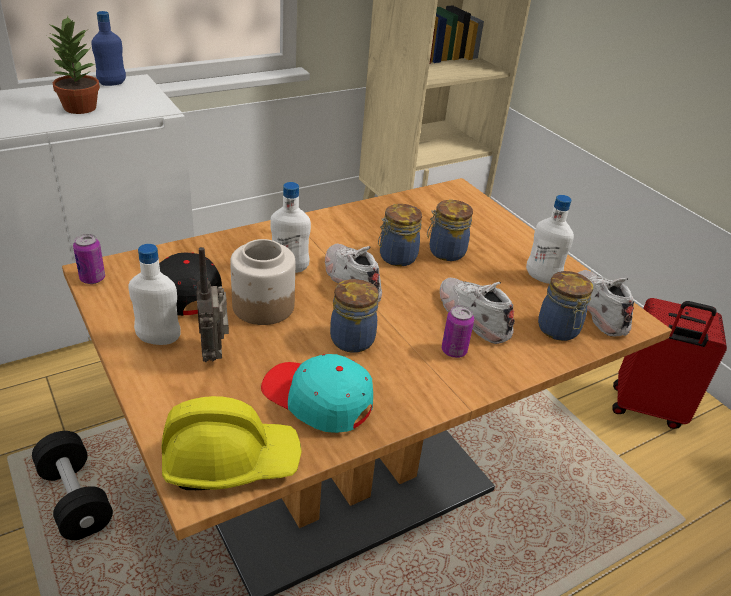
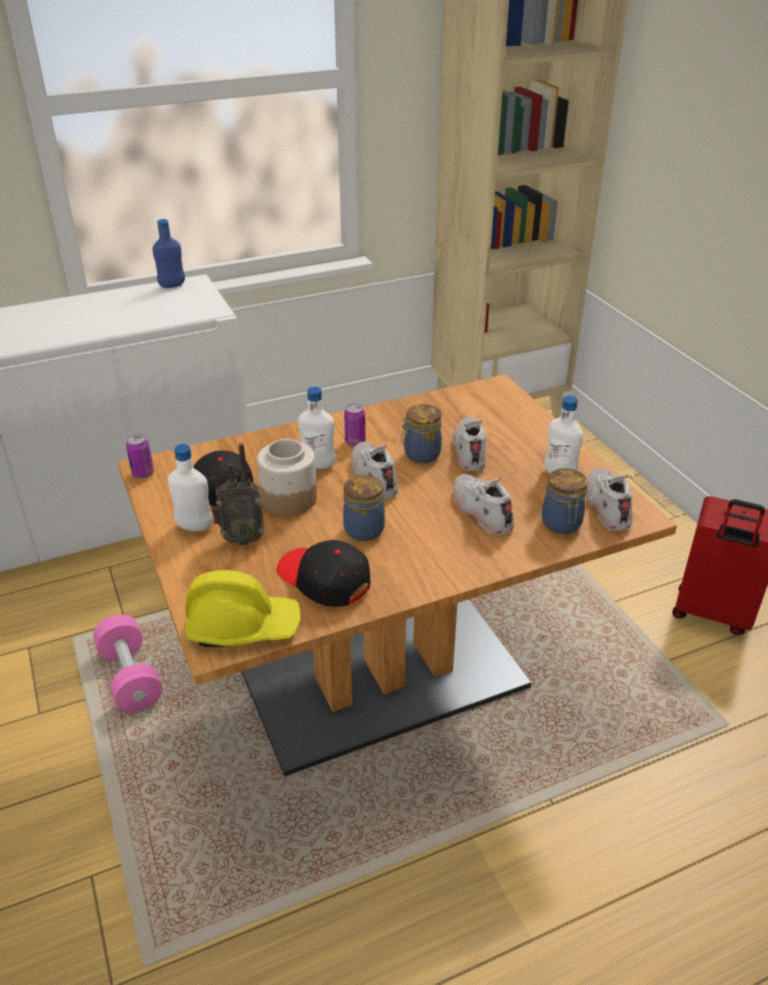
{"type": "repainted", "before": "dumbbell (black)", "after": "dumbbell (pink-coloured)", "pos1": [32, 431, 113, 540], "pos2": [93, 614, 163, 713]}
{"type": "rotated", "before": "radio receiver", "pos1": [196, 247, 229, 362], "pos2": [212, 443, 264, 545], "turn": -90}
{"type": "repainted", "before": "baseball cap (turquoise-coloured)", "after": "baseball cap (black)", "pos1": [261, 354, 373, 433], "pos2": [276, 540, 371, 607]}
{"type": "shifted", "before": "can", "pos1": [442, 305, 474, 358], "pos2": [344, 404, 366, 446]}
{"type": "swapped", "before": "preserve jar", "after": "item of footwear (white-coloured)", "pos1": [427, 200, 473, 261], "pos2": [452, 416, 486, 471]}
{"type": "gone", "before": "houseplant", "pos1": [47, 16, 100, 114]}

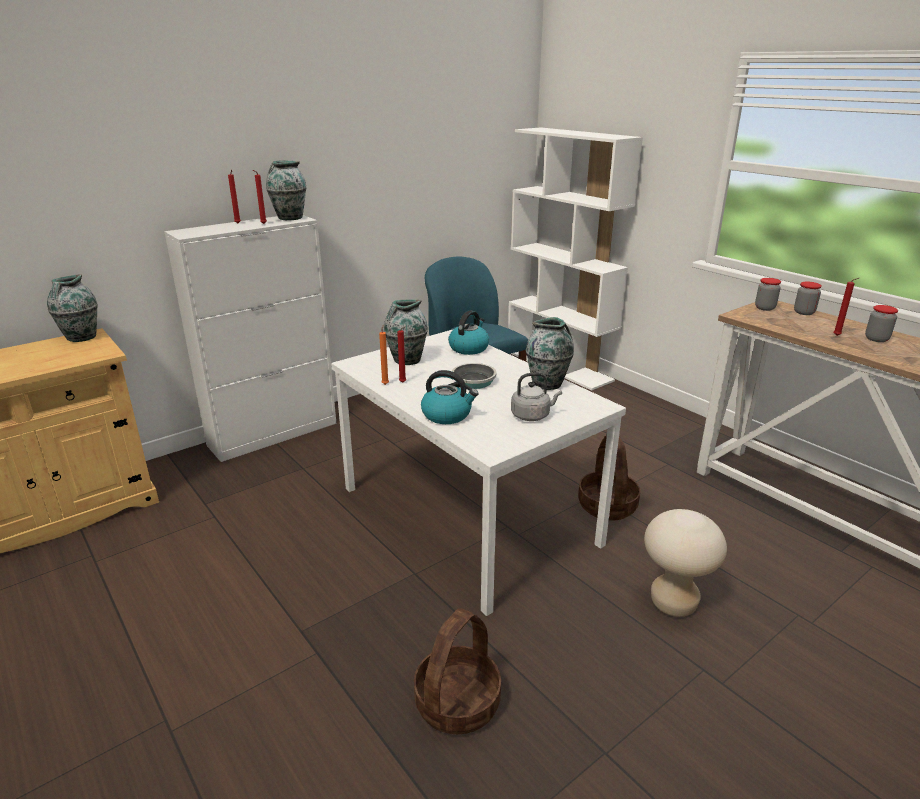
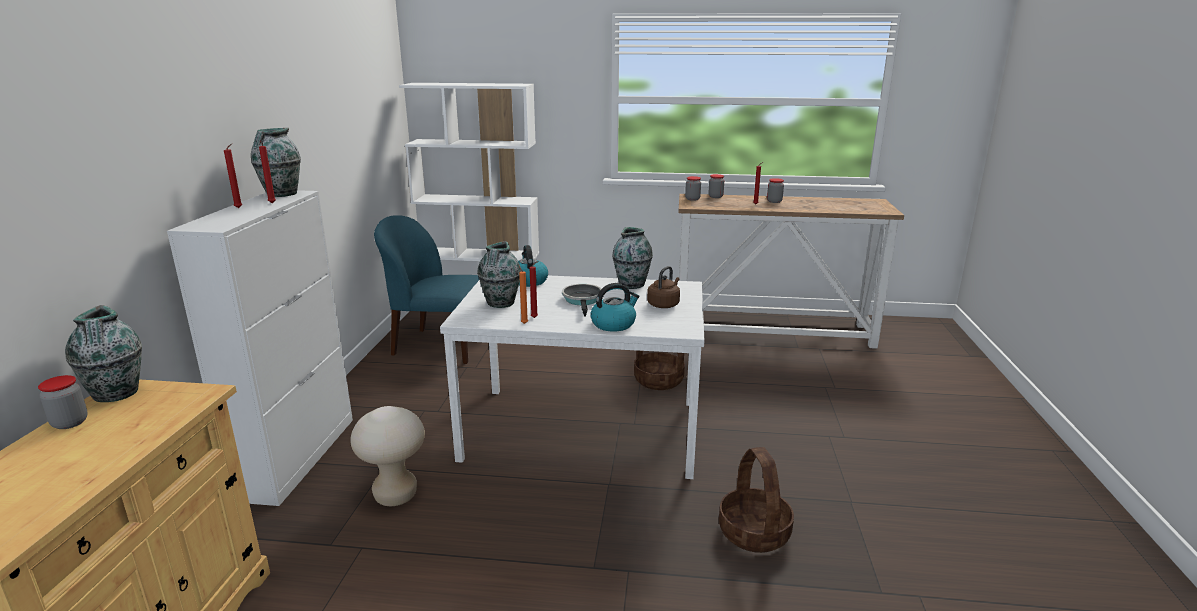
{"type": "new", "after": "preserve jar", "pos2": [38, 375, 88, 429]}
{"type": "shifted", "before": "sitting stool (beige-coloured)", "pos1": [644, 509, 727, 617], "pos2": [350, 406, 425, 506]}
{"type": "repainted", "before": "tea kettle (grey)", "after": "tea kettle (brown)", "pos1": [511, 373, 562, 421], "pos2": [647, 266, 680, 308]}

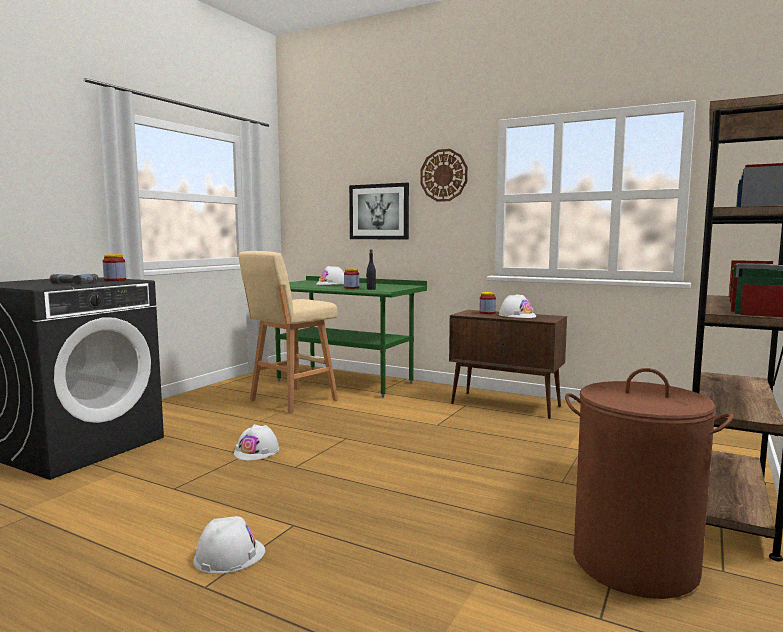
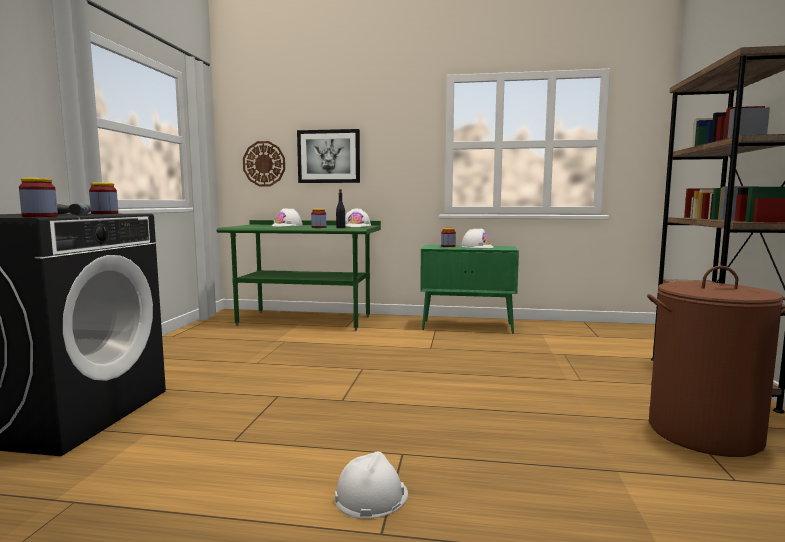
{"type": "new", "after": "preserve jar", "pos2": [19, 178, 58, 217]}
{"type": "shifted", "before": "wall clock", "pos1": [420, 149, 468, 202], "pos2": [243, 141, 285, 186]}
{"type": "shifted", "before": "hard hat (white-coloured)", "pos1": [234, 424, 279, 461], "pos2": [345, 208, 371, 227]}
{"type": "repainted", "before": "cabinet (brown)", "after": "cabinet (green)", "pos1": [449, 310, 567, 419], "pos2": [420, 245, 519, 334]}
{"type": "gone", "before": "sitting stool (beige-coloured)", "pos1": [239, 251, 338, 414]}

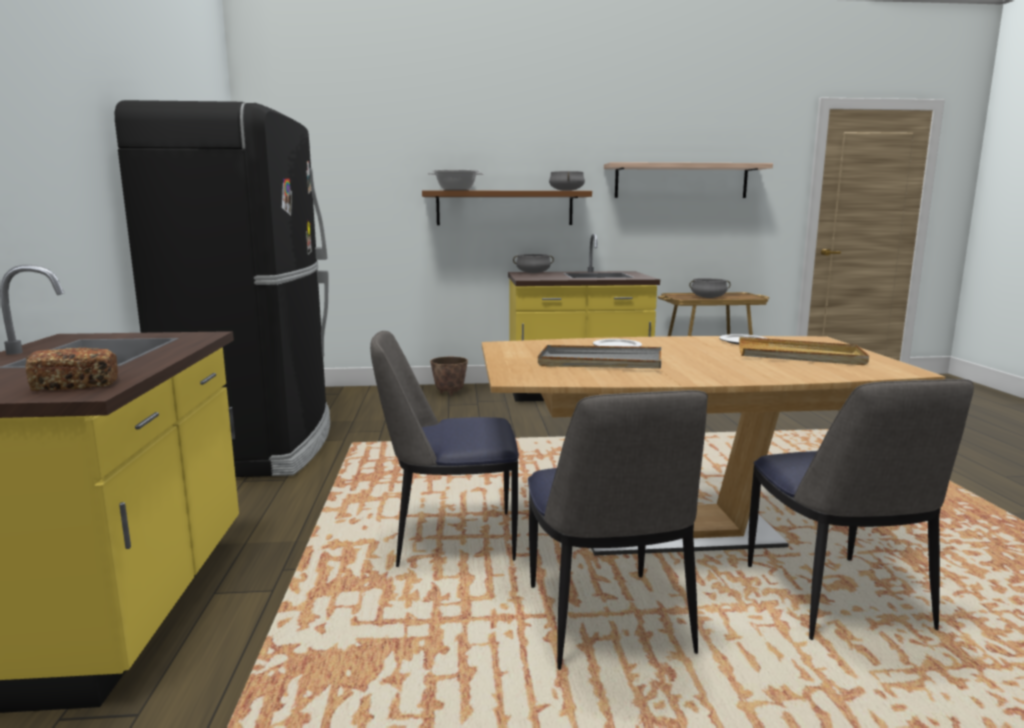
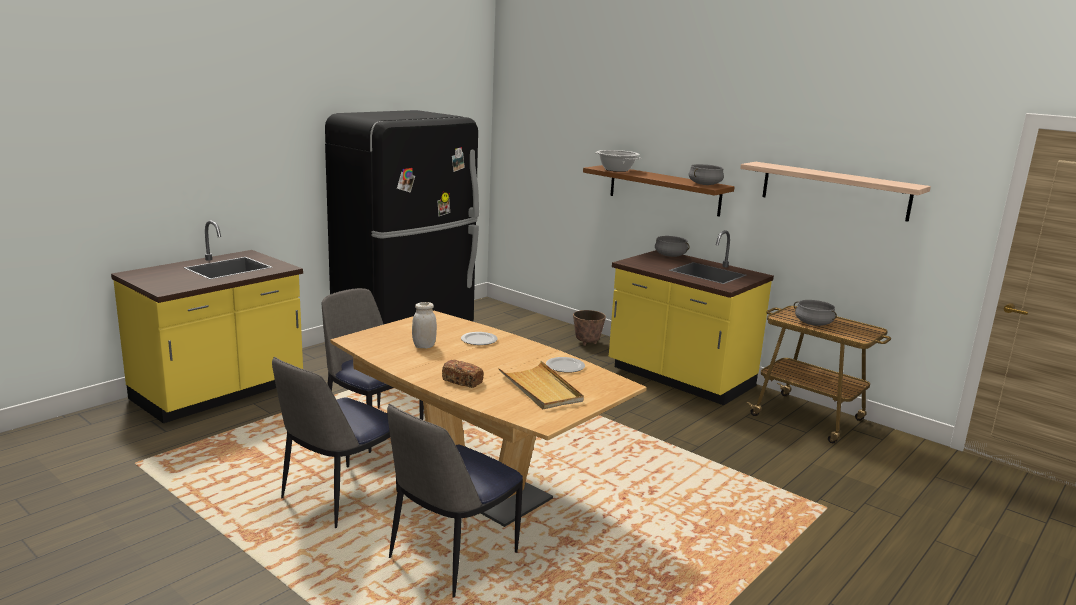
{"type": "swapped", "before": "serving tray (grey)", "after": "preserve jar (white-coloured)", "pos1": [538, 345, 661, 369], "pos2": [412, 302, 437, 348]}
{"type": "shifted", "before": "baked bread", "pos1": [26, 348, 118, 391], "pos2": [442, 360, 484, 388]}

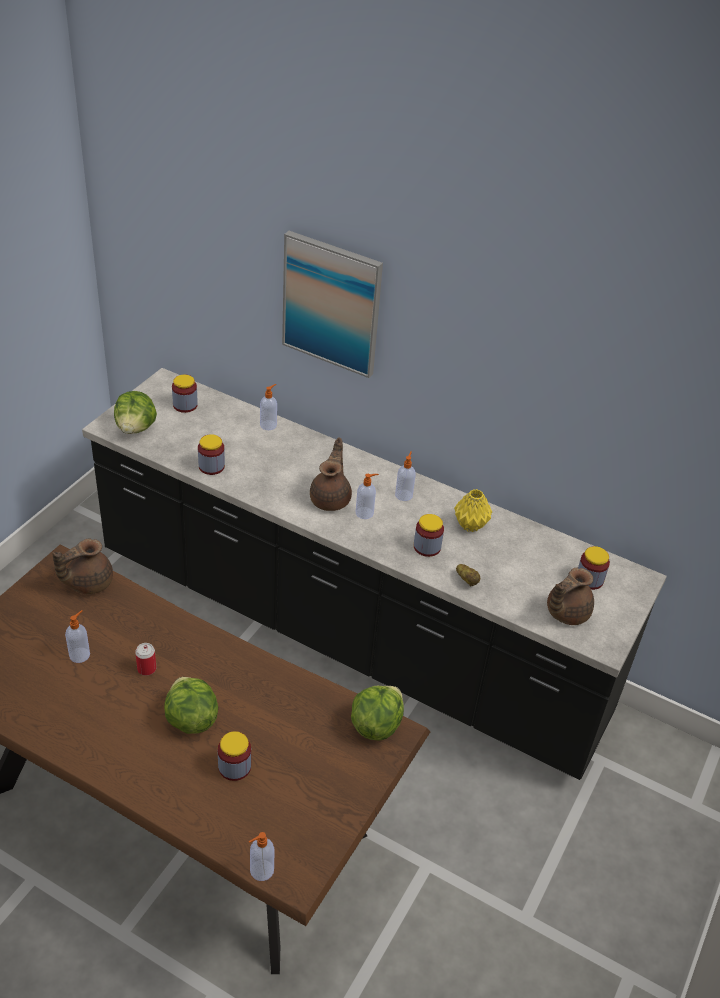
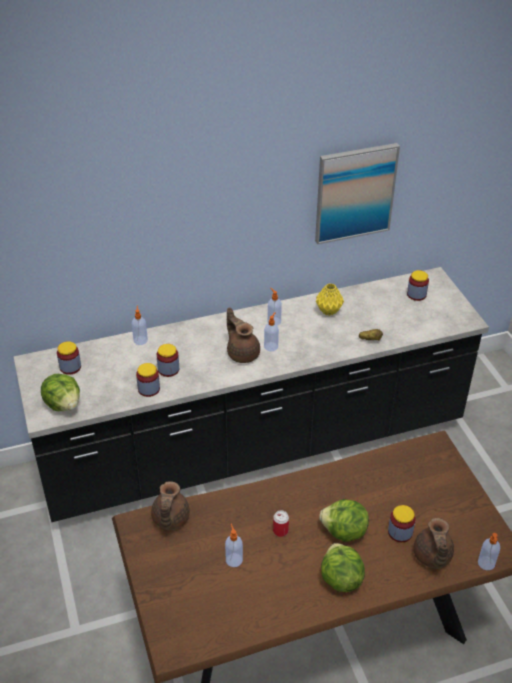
{"type": "shifted", "before": "preserve jar", "pos1": [414, 514, 444, 557], "pos2": [157, 344, 179, 377]}
{"type": "shifted", "before": "picture", "pos1": [282, 231, 383, 378], "pos2": [315, 143, 400, 244]}
{"type": "shifted", "before": "lettuce head", "pos1": [351, 686, 404, 741], "pos2": [321, 543, 365, 592]}
{"type": "shifted", "before": "teapot (brown)", "pos1": [547, 568, 594, 625], "pos2": [414, 518, 454, 569]}

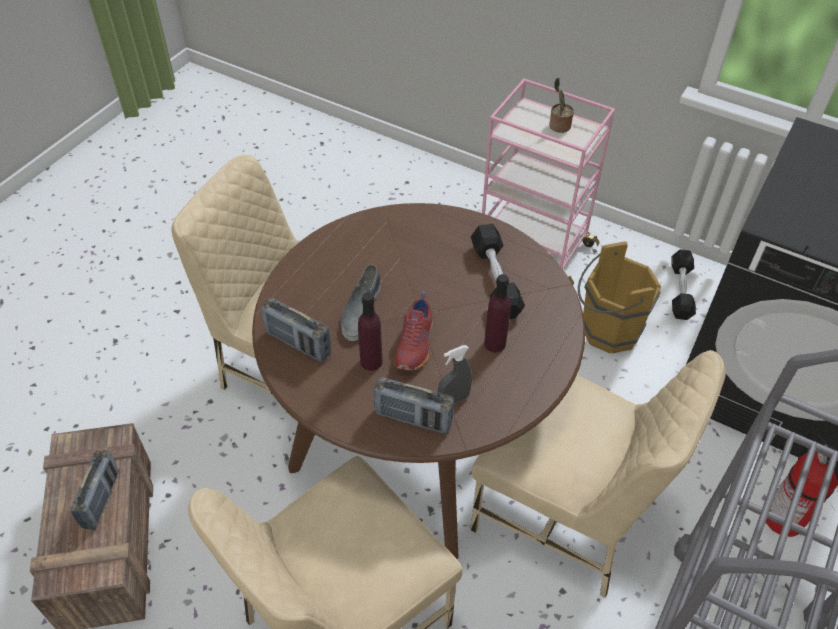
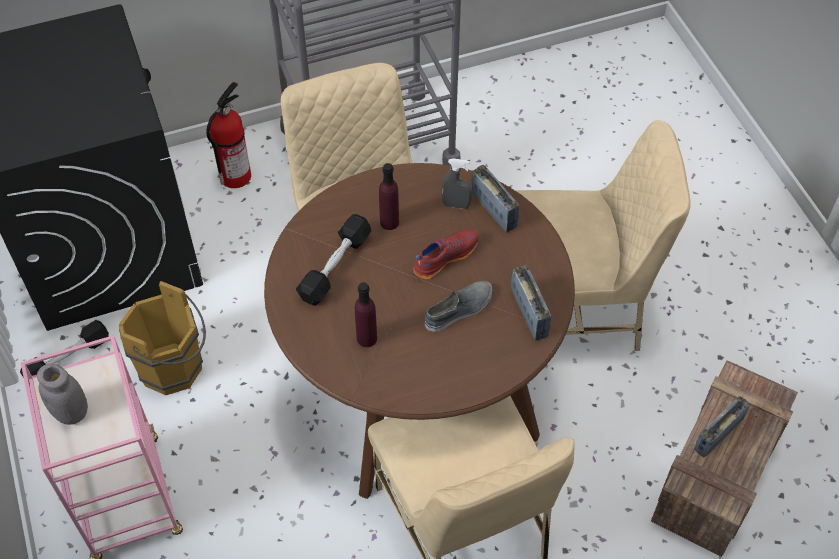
{"type": "swapped", "before": "houseplant", "after": "preserve jar (grey)", "pos1": [549, 77, 574, 133], "pos2": [37, 363, 88, 425]}
{"type": "shifted", "before": "drink bottle (purplish)", "pos1": [358, 292, 383, 371], "pos2": [355, 282, 377, 347]}

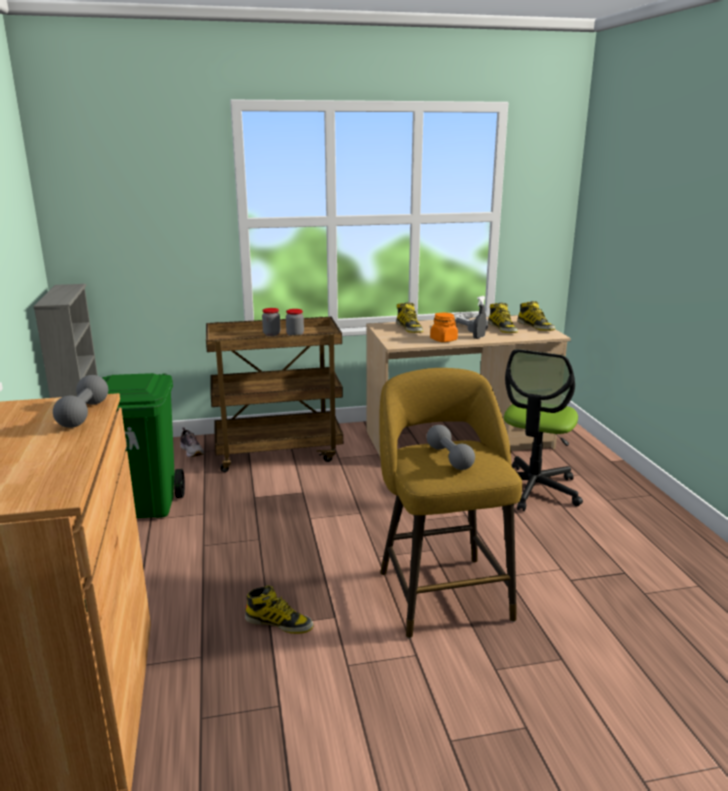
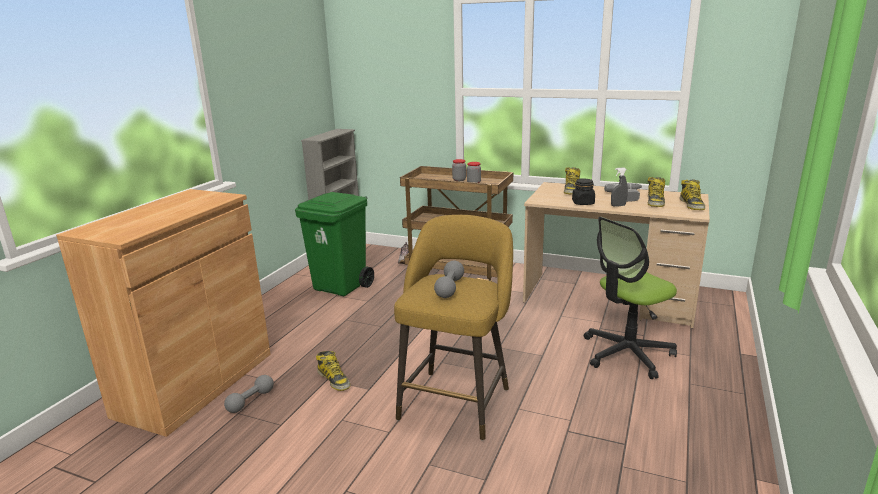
{"type": "shifted", "before": "dumbbell (grey)", "pos1": [53, 375, 108, 428], "pos2": [224, 375, 274, 413]}
{"type": "repainted", "before": "preserve jar (orange)", "after": "preserve jar (black)", "pos1": [430, 313, 458, 342], "pos2": [572, 179, 595, 205]}

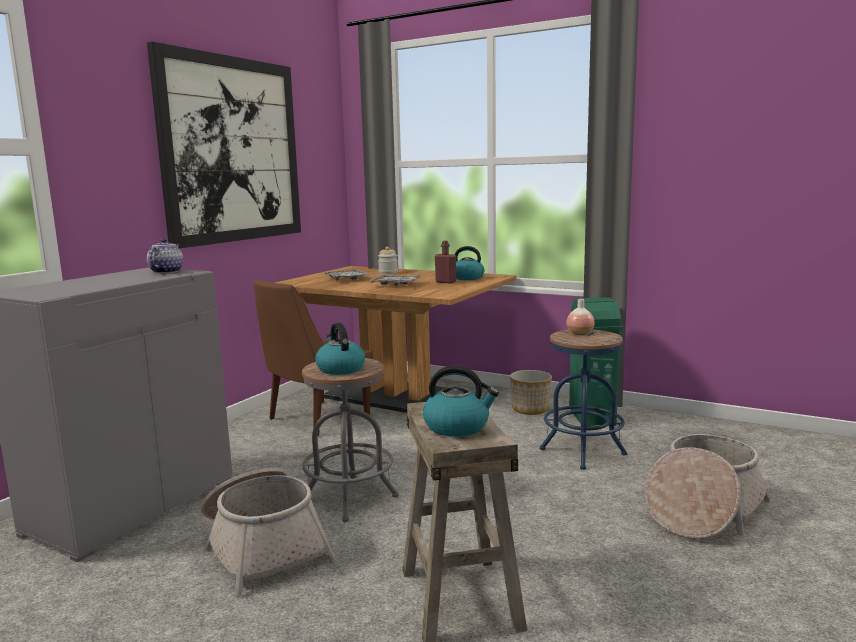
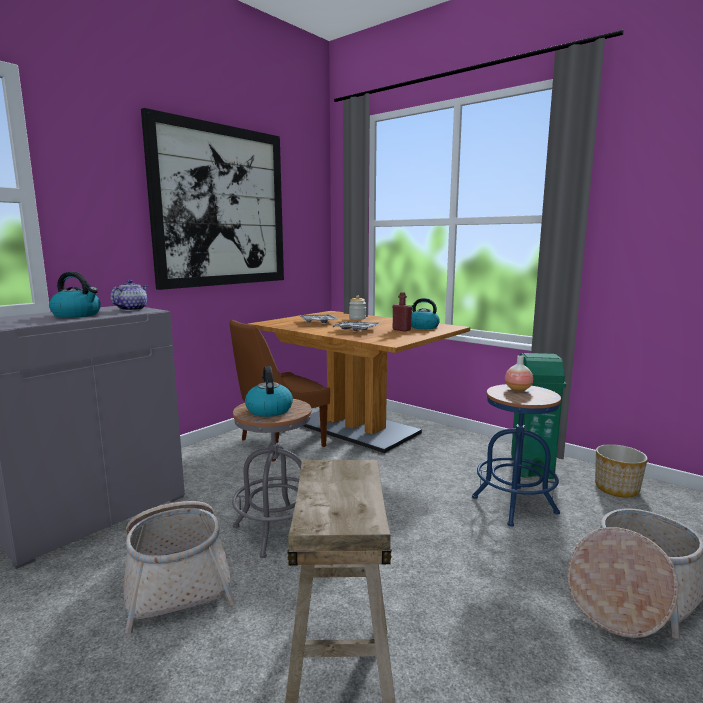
{"type": "shifted", "before": "tea kettle", "pos1": [423, 366, 499, 437], "pos2": [49, 272, 101, 318]}
{"type": "shifted", "before": "flower pot", "pos1": [510, 370, 552, 415], "pos2": [595, 444, 648, 497]}

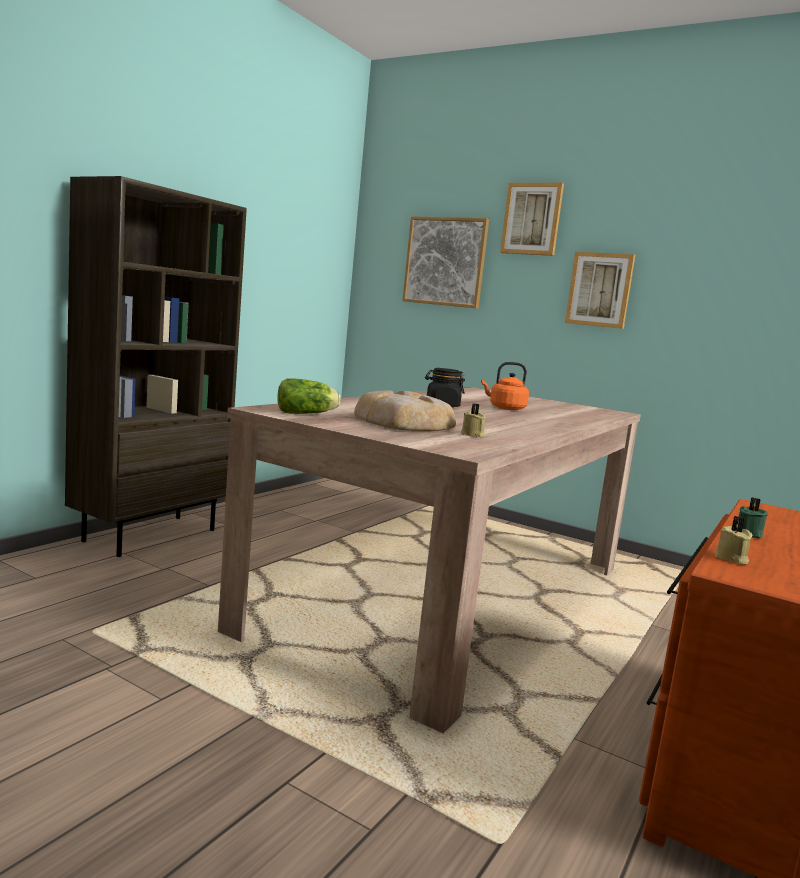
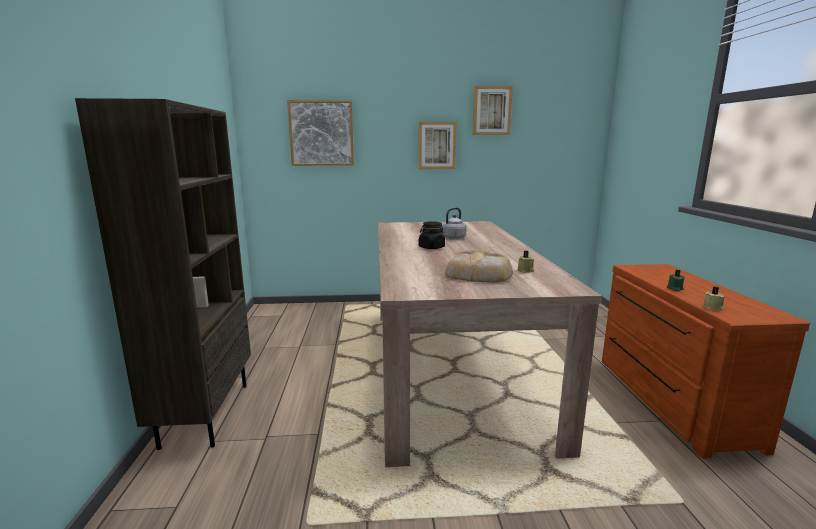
{"type": "repainted", "before": "tea kettle (orange)", "after": "tea kettle (grey)", "pos1": [481, 362, 529, 410], "pos2": [441, 208, 467, 240]}
{"type": "shifted", "before": "picture", "pos1": [500, 183, 564, 256], "pos2": [472, 86, 513, 135]}
{"type": "gone", "before": "lettuce head", "pos1": [278, 378, 340, 414]}

